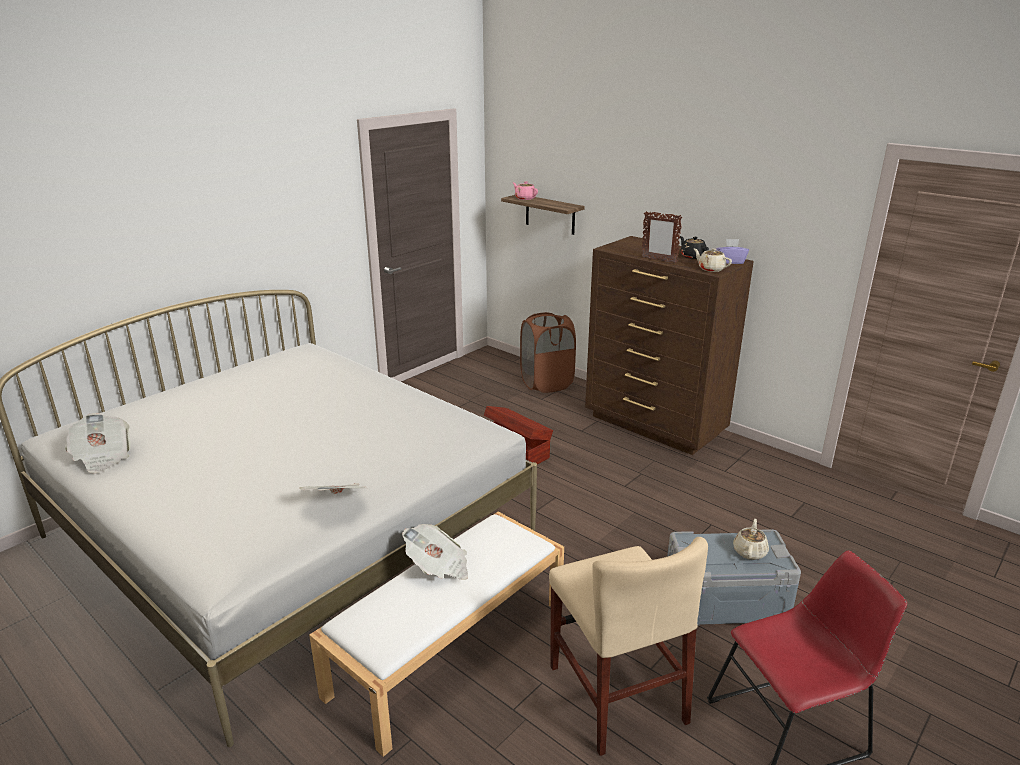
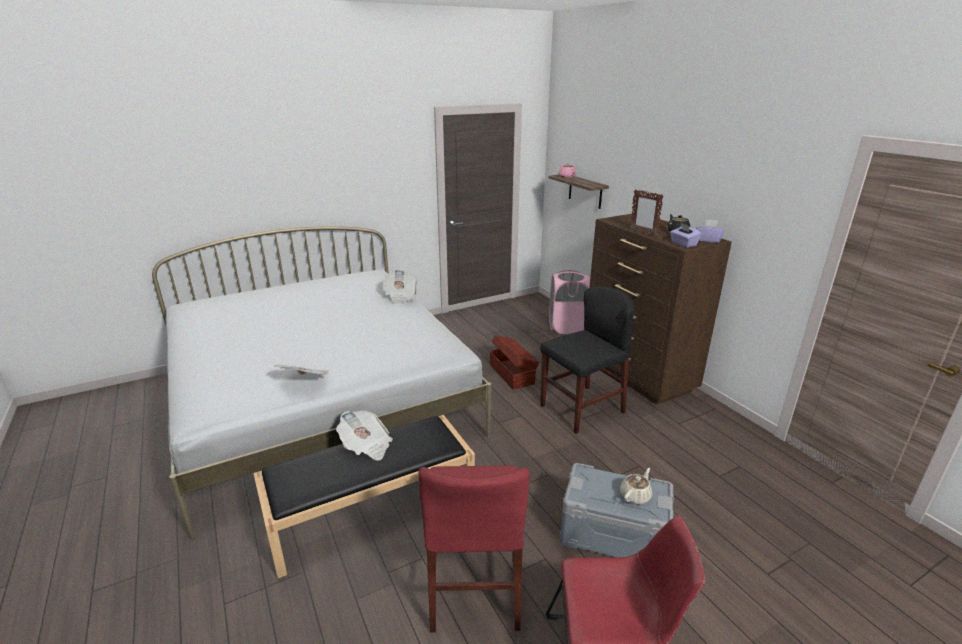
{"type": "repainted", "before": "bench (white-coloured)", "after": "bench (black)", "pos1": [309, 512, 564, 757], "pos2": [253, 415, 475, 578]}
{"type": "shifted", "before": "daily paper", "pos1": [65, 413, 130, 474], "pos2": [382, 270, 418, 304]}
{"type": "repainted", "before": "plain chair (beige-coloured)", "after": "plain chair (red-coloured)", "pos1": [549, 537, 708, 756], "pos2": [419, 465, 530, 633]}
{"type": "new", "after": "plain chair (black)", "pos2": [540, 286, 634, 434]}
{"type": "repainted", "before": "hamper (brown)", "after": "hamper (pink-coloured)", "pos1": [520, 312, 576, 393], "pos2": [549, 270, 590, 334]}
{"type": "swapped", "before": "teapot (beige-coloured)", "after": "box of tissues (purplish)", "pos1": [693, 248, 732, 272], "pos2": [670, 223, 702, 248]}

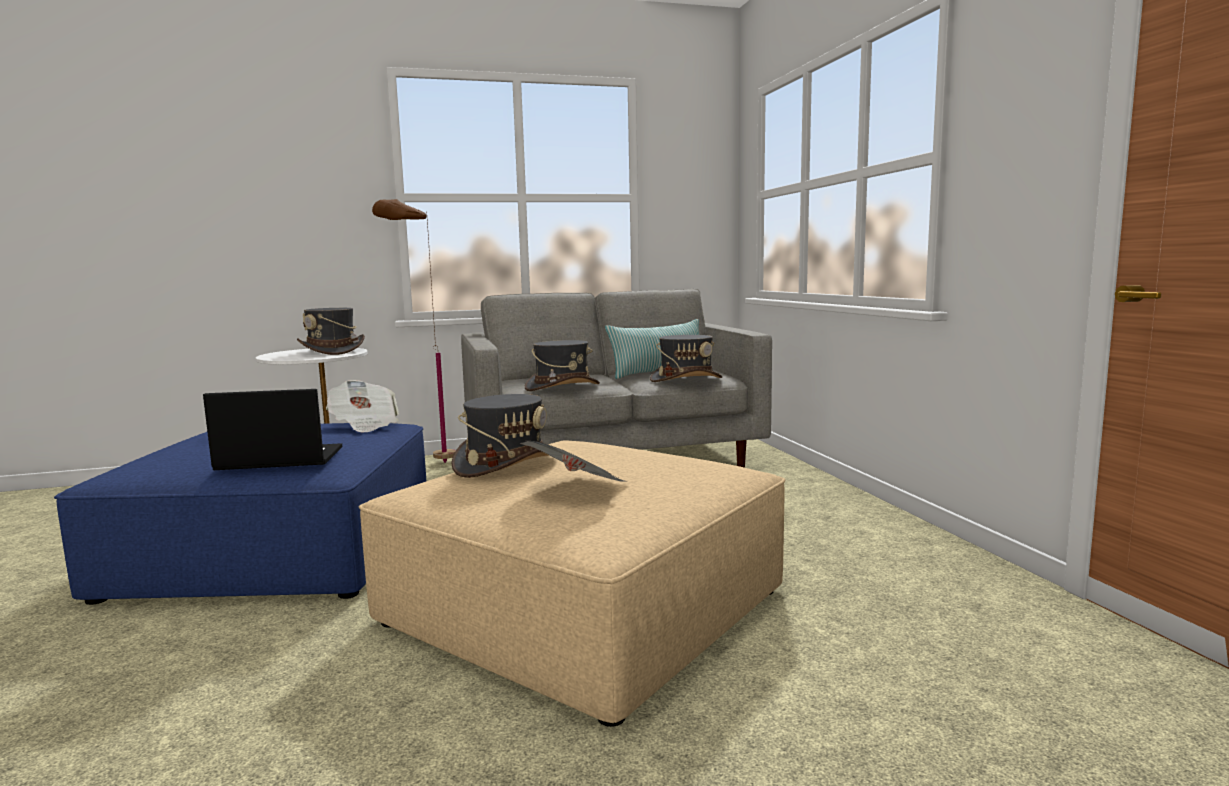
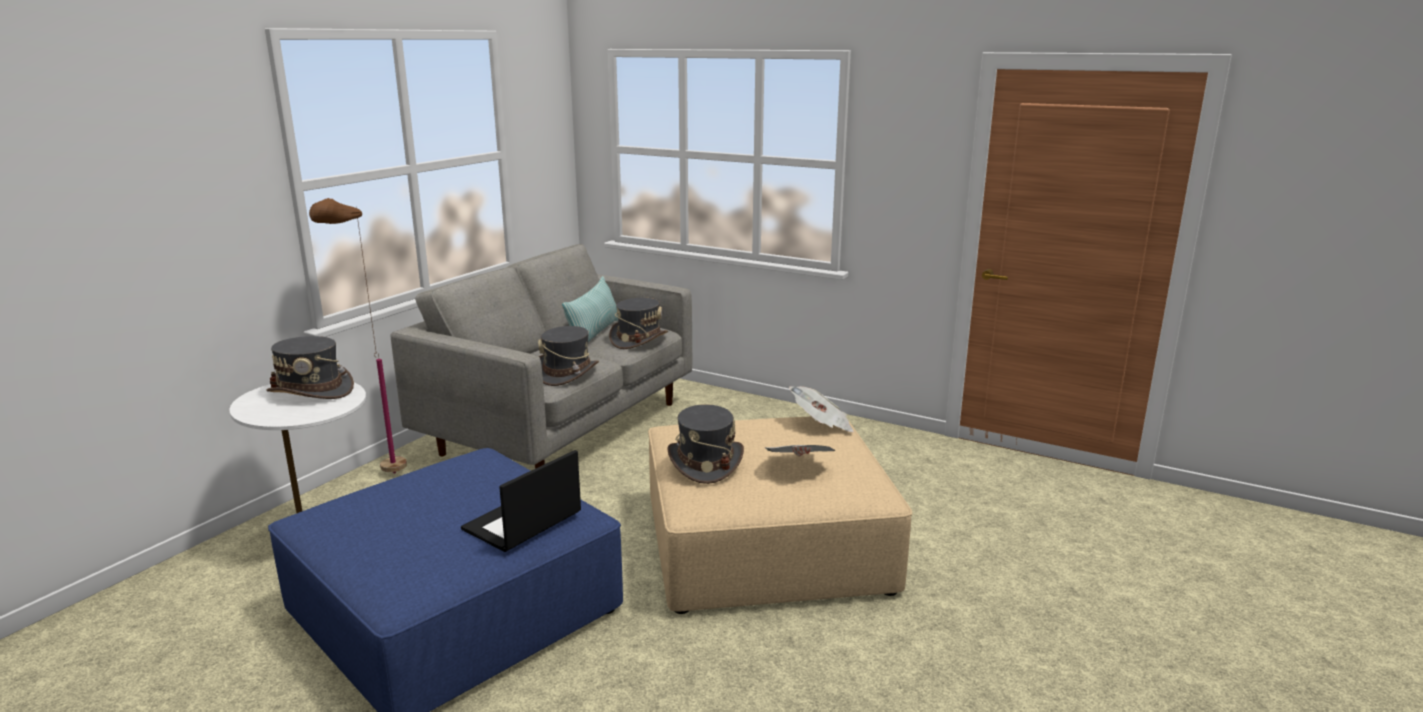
{"type": "shifted", "before": "daily paper", "pos1": [326, 380, 399, 433], "pos2": [789, 386, 854, 432]}

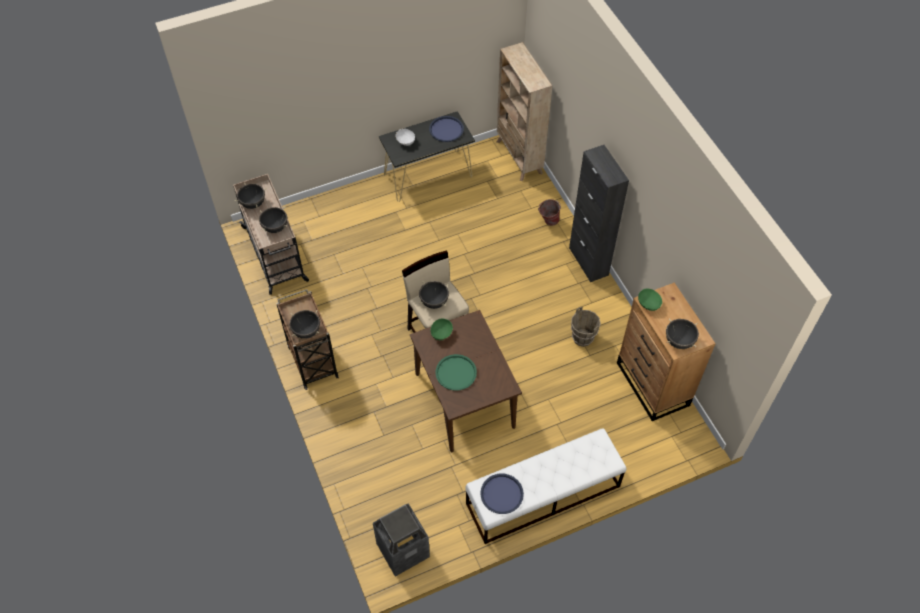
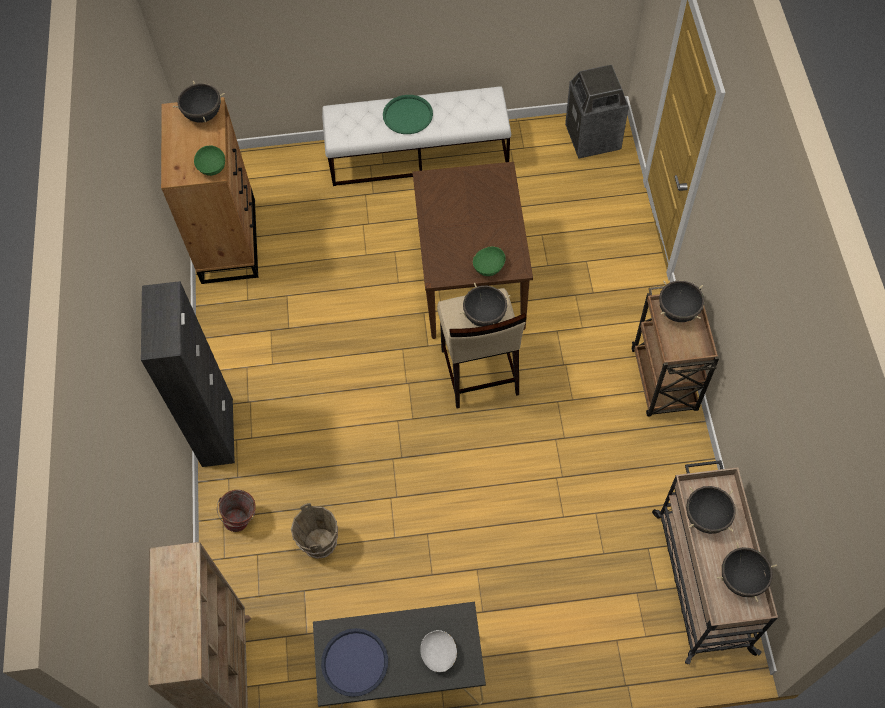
{"type": "shifted", "before": "bucket (brown)", "pos1": [571, 307, 601, 347], "pos2": [291, 503, 338, 559]}
{"type": "shifted", "before": "serving tray (green)", "pos1": [435, 354, 477, 391], "pos2": [383, 95, 433, 134]}
{"type": "gone", "before": "serving tray (blue-coloured)", "pos1": [480, 474, 524, 514]}

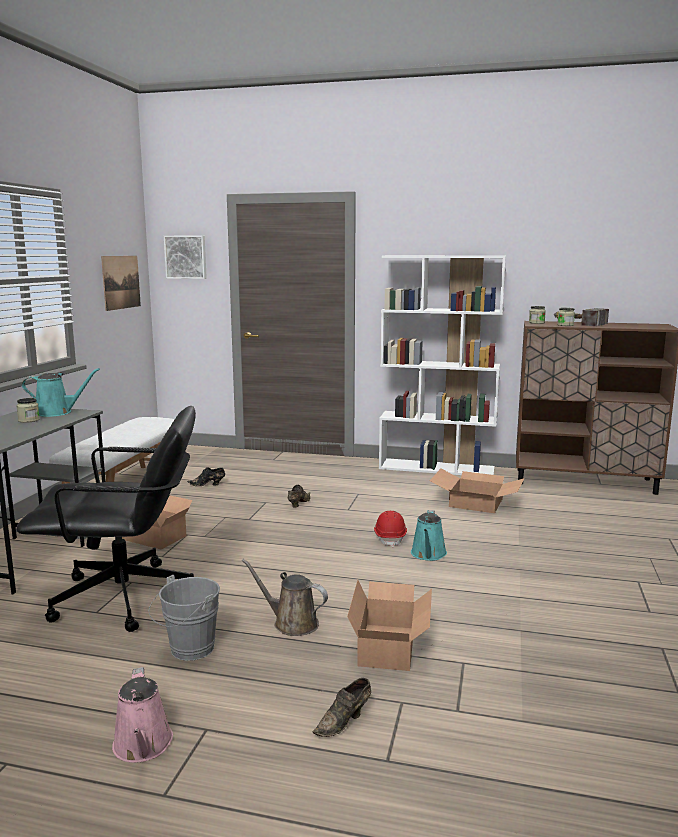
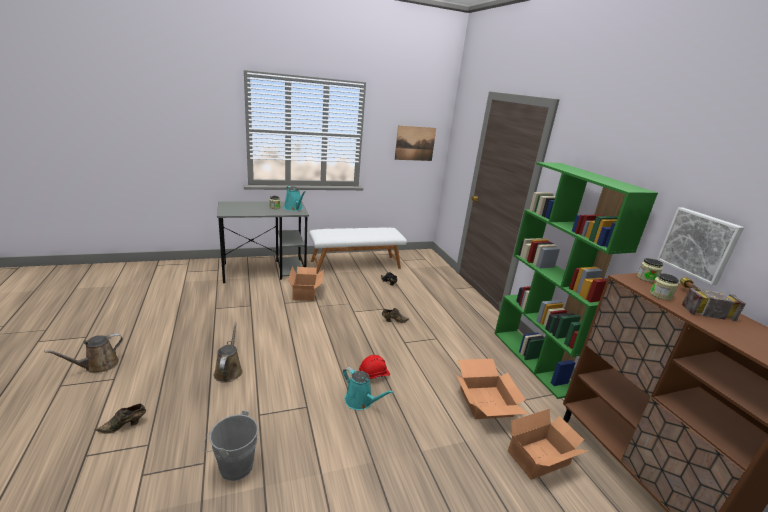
{"type": "repainted", "before": "watering pot (pink-coloured)", "after": "watering pot (brown)", "pos1": [112, 667, 173, 763], "pos2": [44, 333, 123, 373]}
{"type": "rotated", "before": "item of footwear (brown)", "pos1": [313, 678, 371, 737], "pos2": [94, 404, 146, 434], "turn": -45}
{"type": "shifted", "before": "bucket (grey)", "pos1": [149, 575, 220, 661], "pos2": [202, 410, 258, 481]}
{"type": "rotated", "before": "watering pot (turquoise-coloured)", "pos1": [411, 510, 447, 561], "pos2": [343, 367, 394, 410], "turn": -120}
{"type": "repainted", "before": "bookcase (white-coloured)", "after": "bookcase (green)", "pos1": [379, 255, 506, 475], "pos2": [494, 162, 658, 399]}
{"type": "shifted", "before": "carton", "pos1": [347, 580, 432, 671], "pos2": [508, 409, 589, 480]}
{"type": "shifted", "before": "picture", "pos1": [164, 235, 207, 279], "pos2": [657, 207, 744, 285]}
{"type": "gone", "before": "office chair (black)", "pos1": [16, 406, 196, 632]}

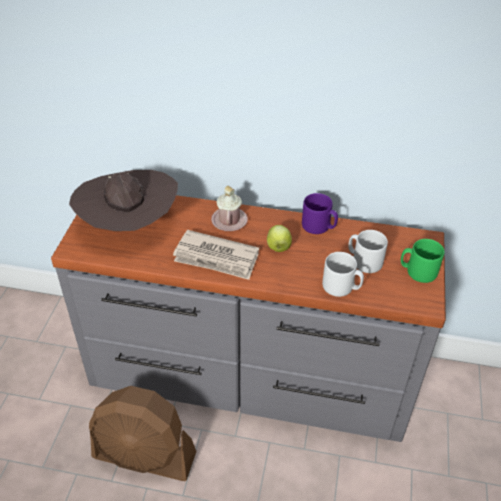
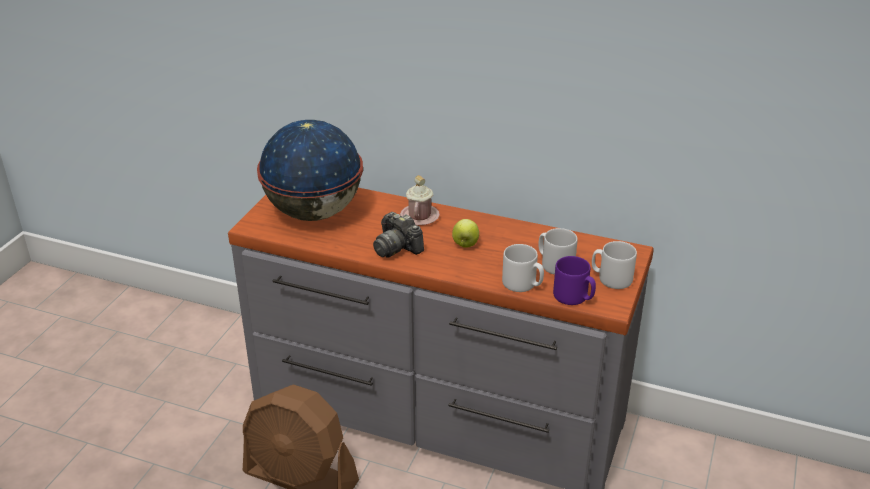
{"type": "swapped", "before": "hat (brown)", "after": "world globe", "pos1": [69, 170, 178, 231], "pos2": [257, 120, 363, 221]}
{"type": "swapped", "before": "daily paper", "after": "photo camera", "pos1": [173, 230, 259, 280], "pos2": [373, 212, 424, 258]}
{"type": "shifted", "before": "mug (purplish)", "pos1": [302, 193, 338, 234], "pos2": [553, 256, 596, 305]}
{"type": "repainted", "before": "mug (green)", "after": "mug (grey)", "pos1": [401, 239, 444, 283], "pos2": [592, 241, 637, 289]}

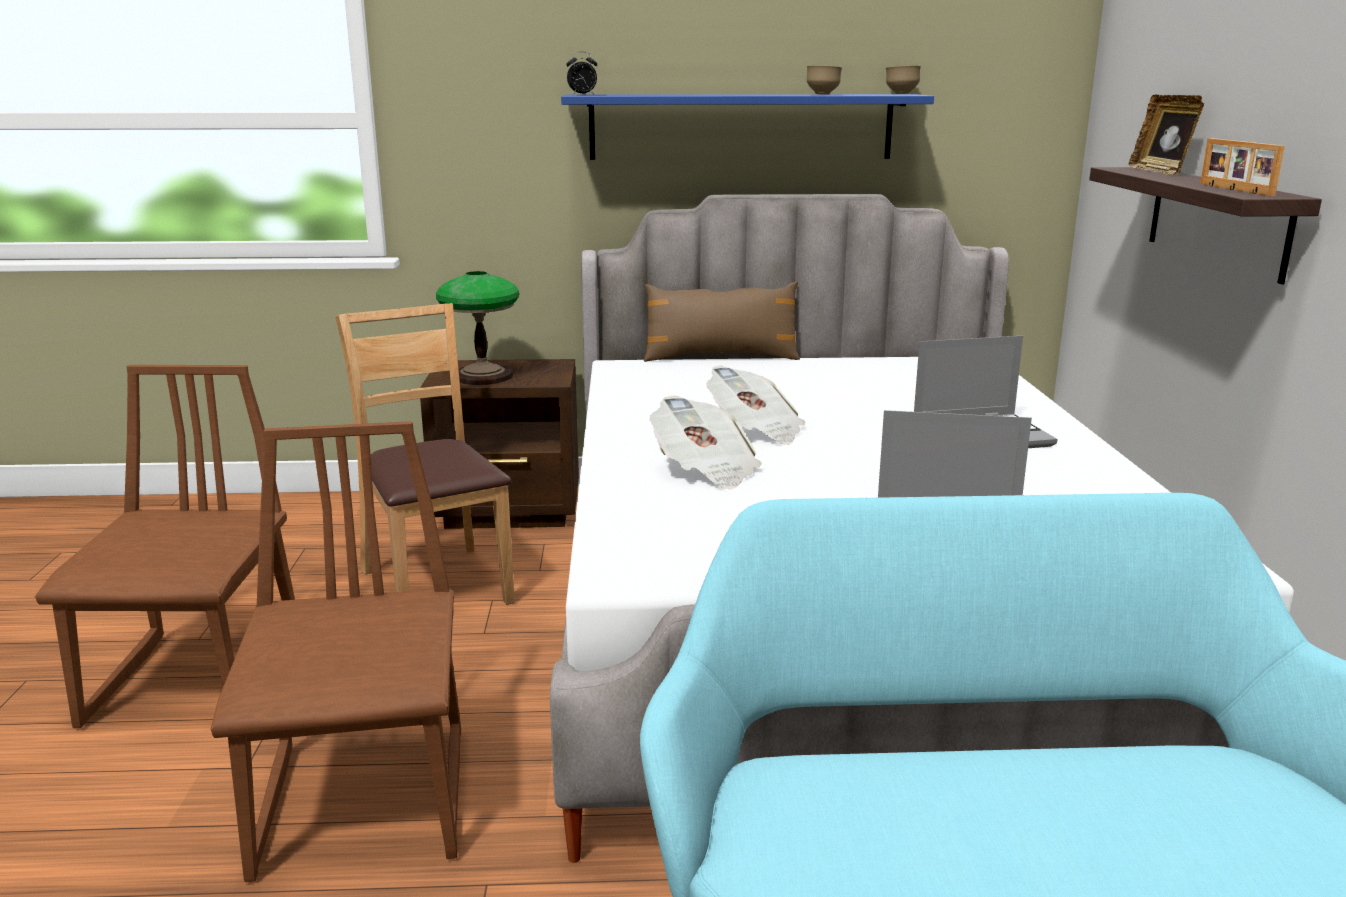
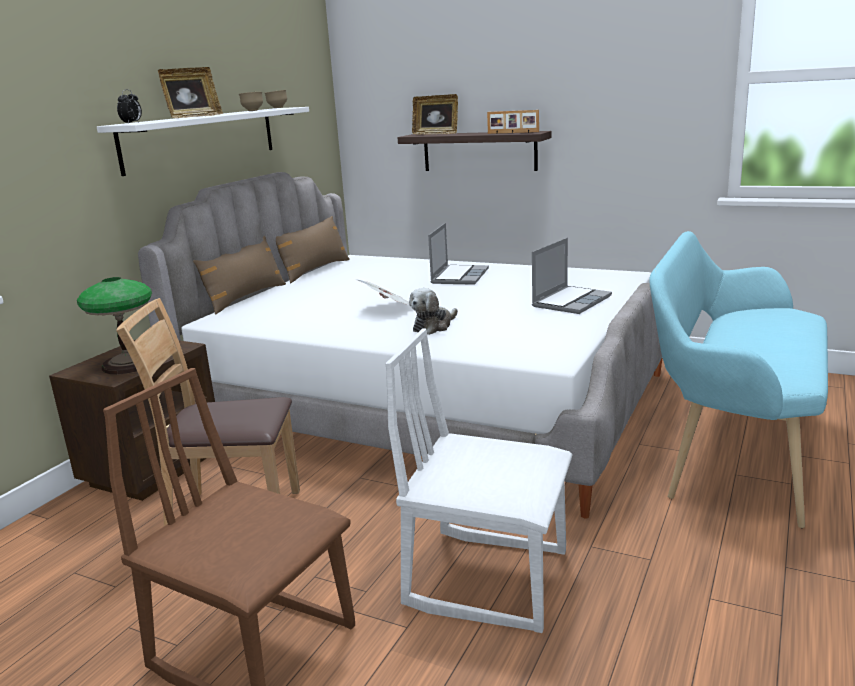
{"type": "repainted", "before": "wall shelf (blue-coloured)", "after": "wall shelf (white-coloured)", "pos1": [561, 94, 934, 160], "pos2": [97, 107, 309, 176]}
{"type": "new", "after": "standing frame", "pos2": [158, 67, 223, 118]}
{"type": "new", "after": "cushion (brown)", "pos2": [276, 216, 350, 283]}
{"type": "repainted", "before": "plain chair (brown)", "after": "plain chair (white-coloured)", "pos1": [211, 421, 461, 882], "pos2": [385, 329, 573, 633]}
{"type": "swapped", "before": "daily paper", "after": "soft toy", "pos1": [649, 396, 762, 490], "pos2": [409, 288, 458, 335]}

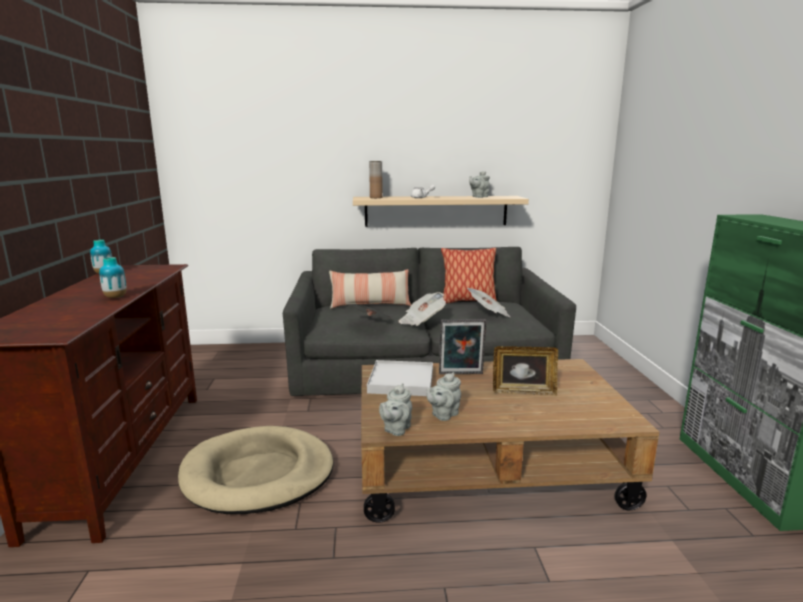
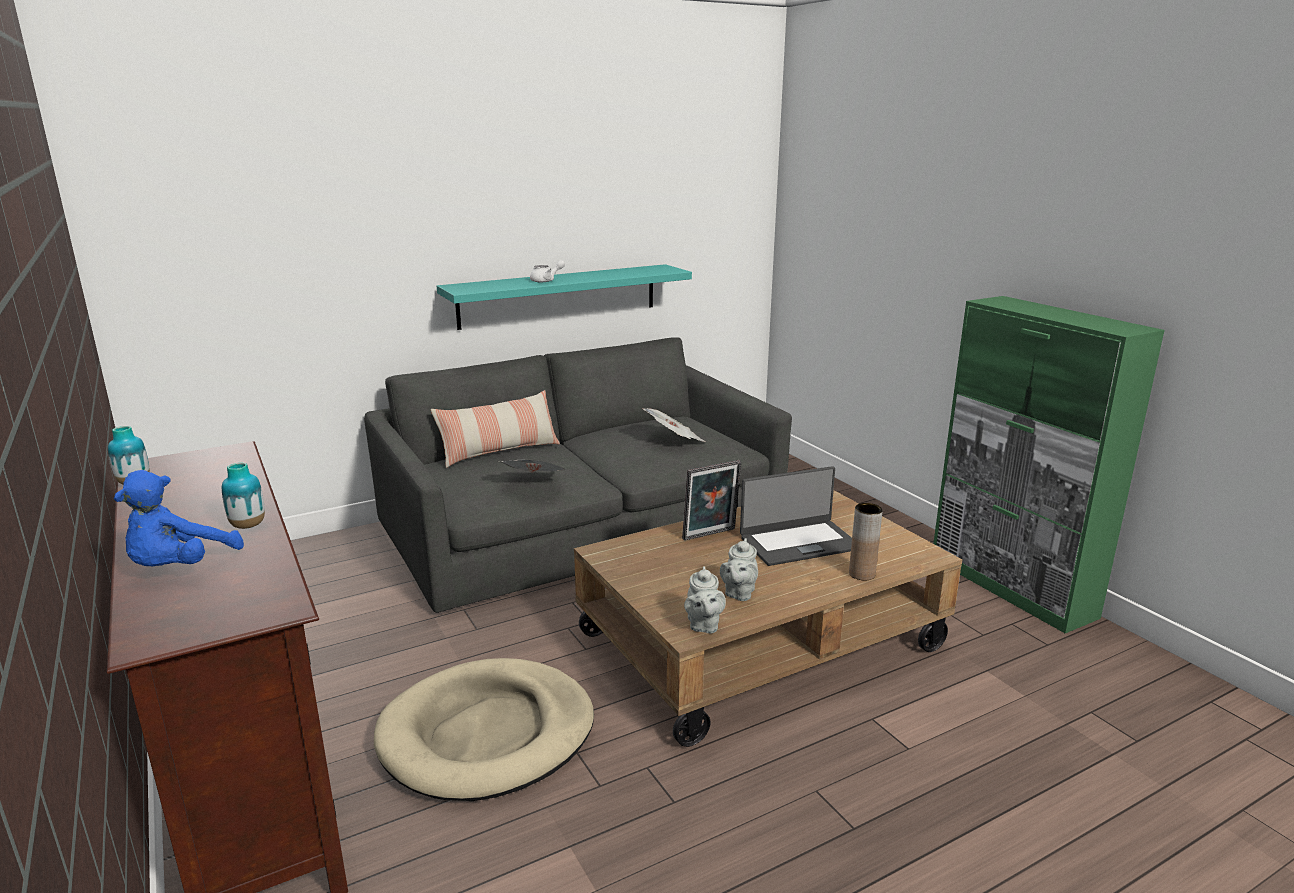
{"type": "new", "after": "soft toy (blue-coloured)", "pos2": [114, 470, 244, 567]}
{"type": "repainted", "before": "wall shelf (beige-coloured)", "after": "wall shelf (turquoise-coloured)", "pos1": [353, 196, 529, 227], "pos2": [437, 264, 692, 330]}
{"type": "swapped", "before": "standing frame", "after": "notebook computer", "pos1": [493, 346, 558, 396], "pos2": [740, 466, 852, 566]}
{"type": "shifted", "before": "flower vase (brown)", "pos1": [369, 161, 383, 198], "pos2": [849, 503, 883, 581]}
{"type": "gone", "before": "serving tray (white-coloured)", "pos1": [367, 360, 433, 396]}
{"type": "gone", "before": "daily paper", "pos1": [399, 292, 446, 326]}
{"type": "gone", "before": "cushion", "pos1": [441, 248, 497, 303]}
{"type": "gone", "before": "teapot (grey)", "pos1": [469, 171, 490, 198]}

